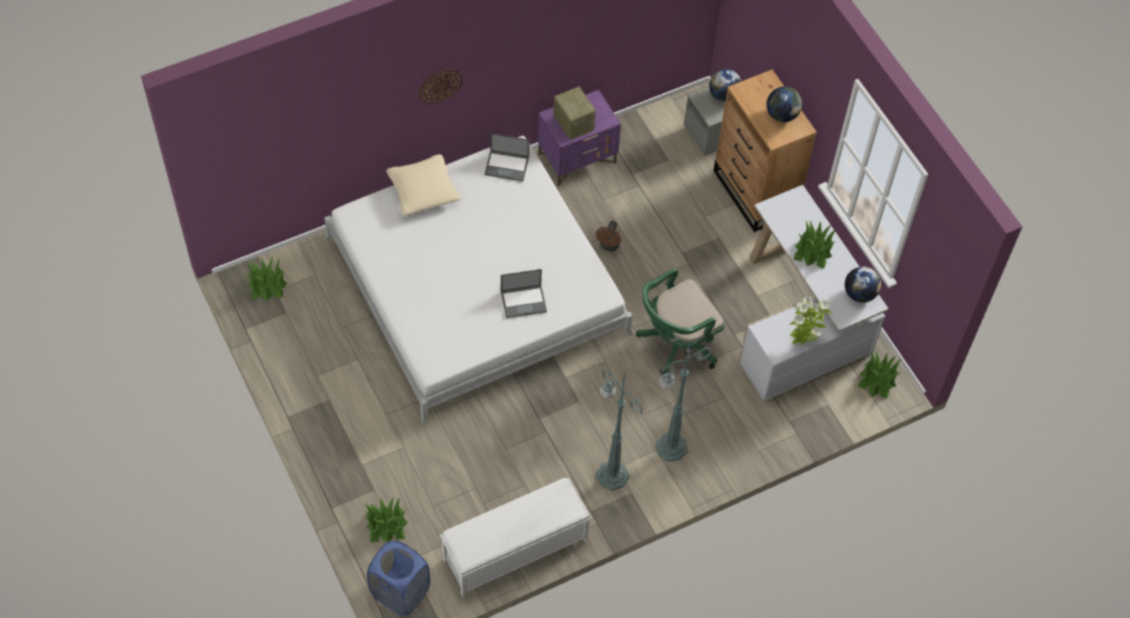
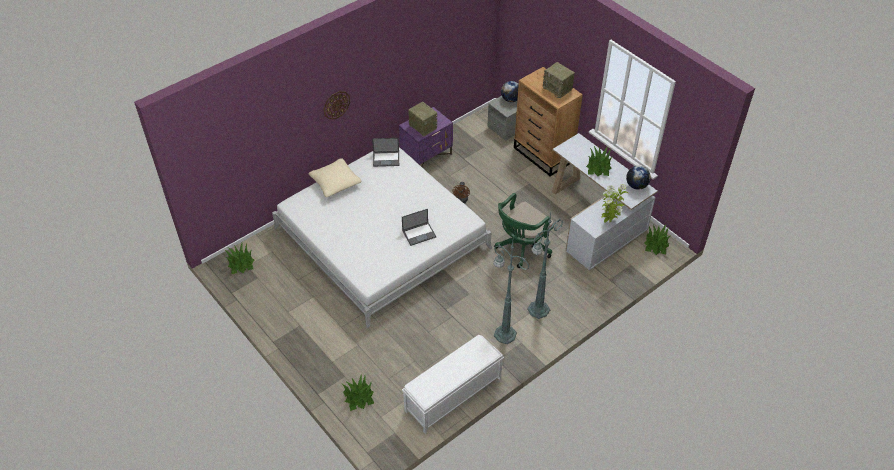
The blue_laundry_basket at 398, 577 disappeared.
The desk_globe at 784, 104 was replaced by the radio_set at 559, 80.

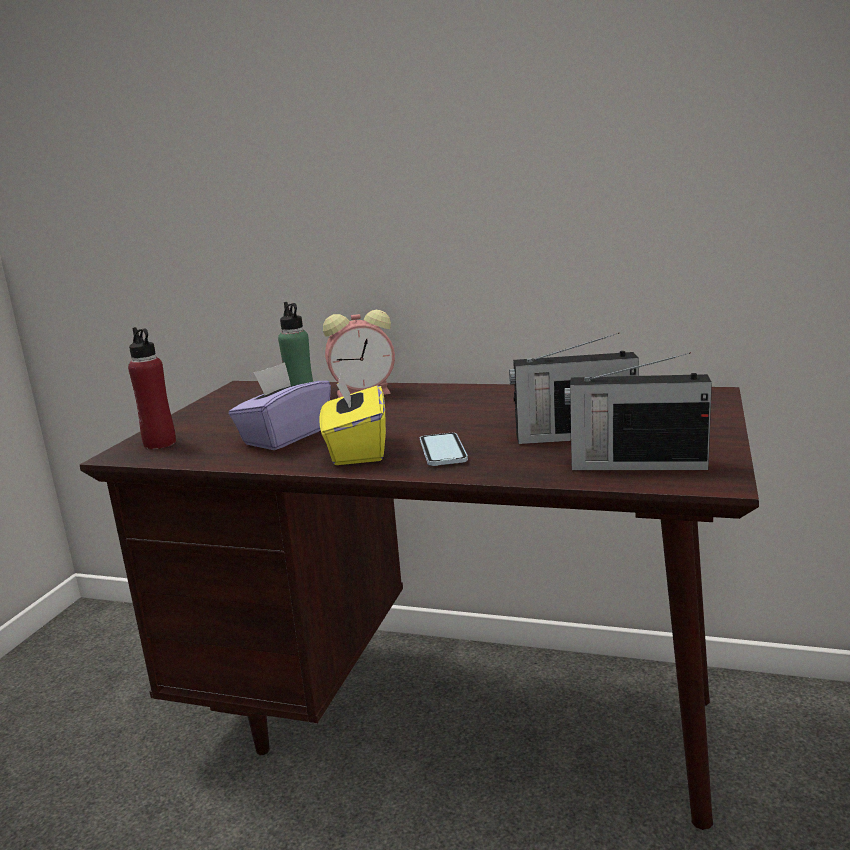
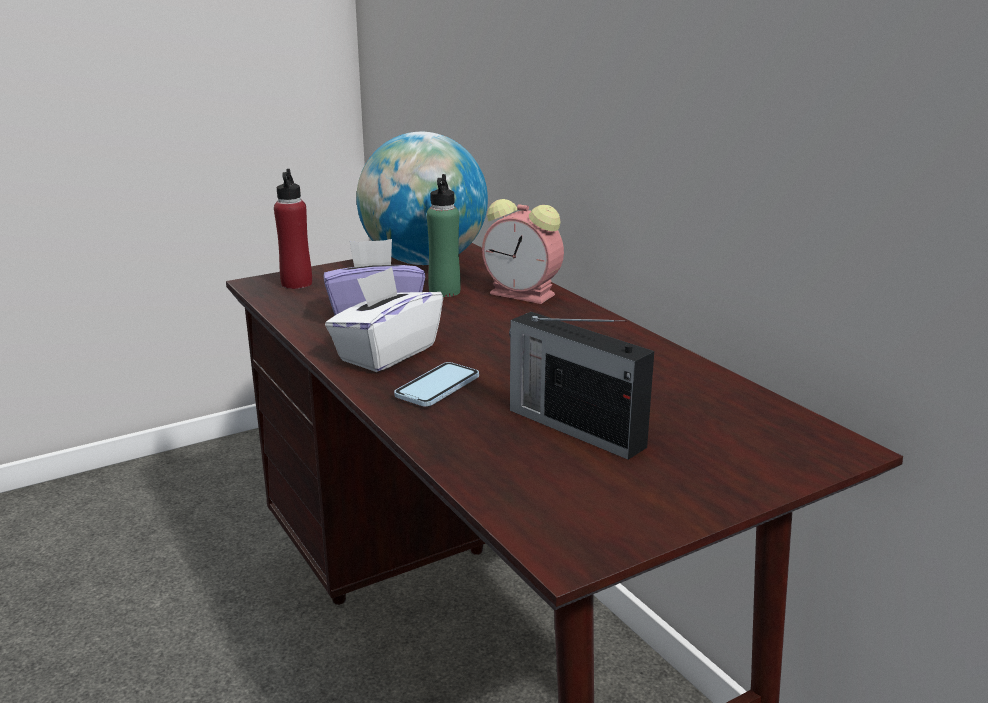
The radio_set at 638, 411 disappeared.
The desk_globe at 422, 198 appeared.
The yellow_tissue_holder at 352, 418 became the white_tissue_holder at 384, 319.

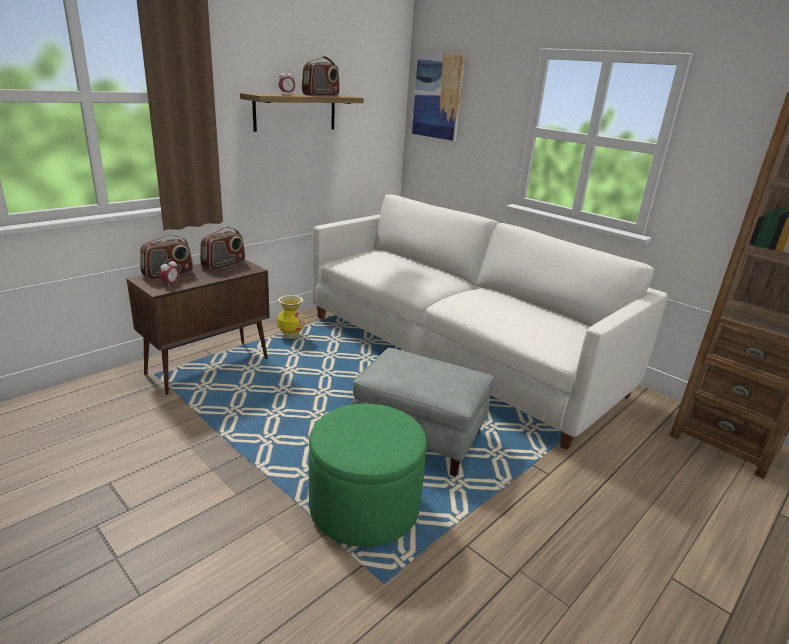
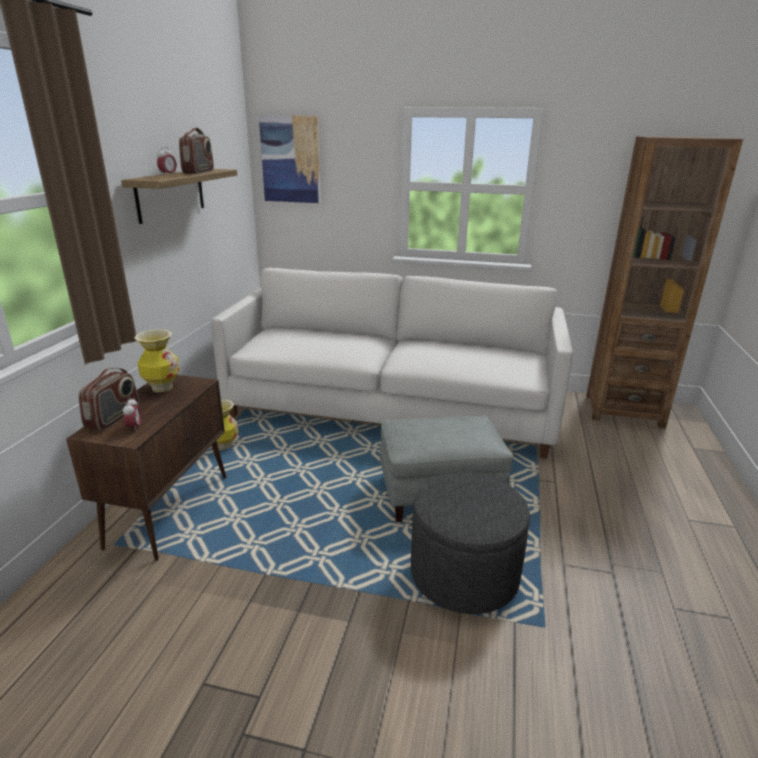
The radio_set at 222, 249 was replaced by the vase at 157, 361.
The green_ottoman at 368, 475 became the greyish_ottoman at 470, 543.

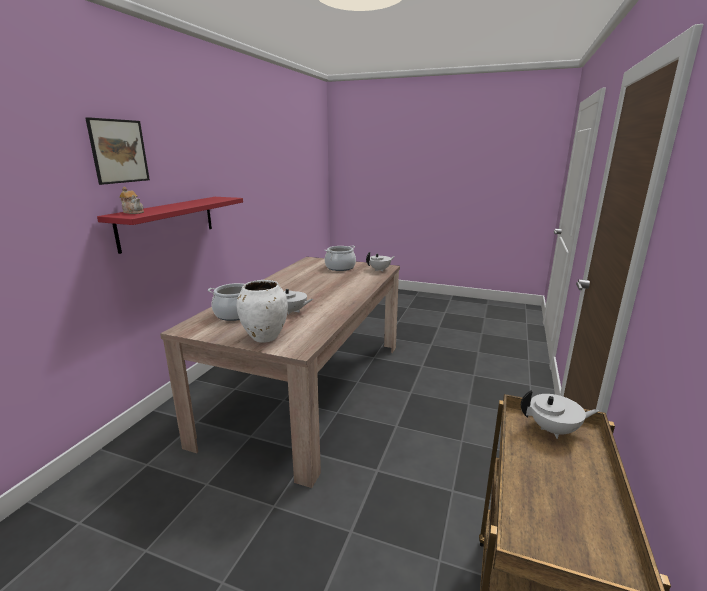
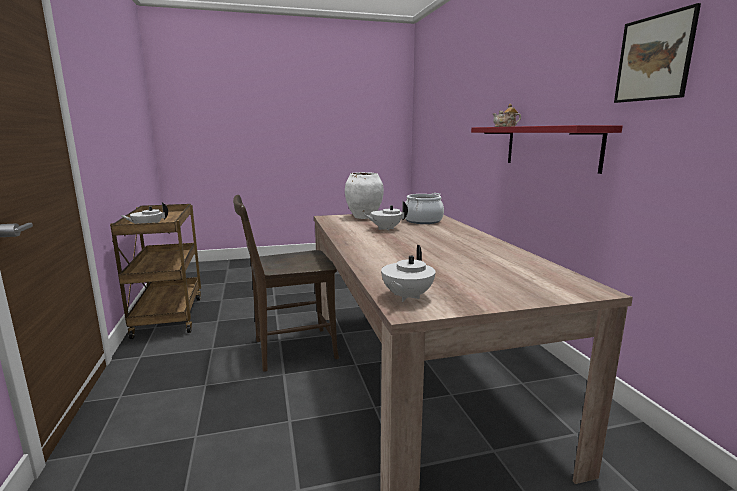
The stockpot at 340, 258 disappeared.
The brown-coloured_plain_chair at 286, 283 appeared.
The picture moved from 117, 151 to 657, 53.

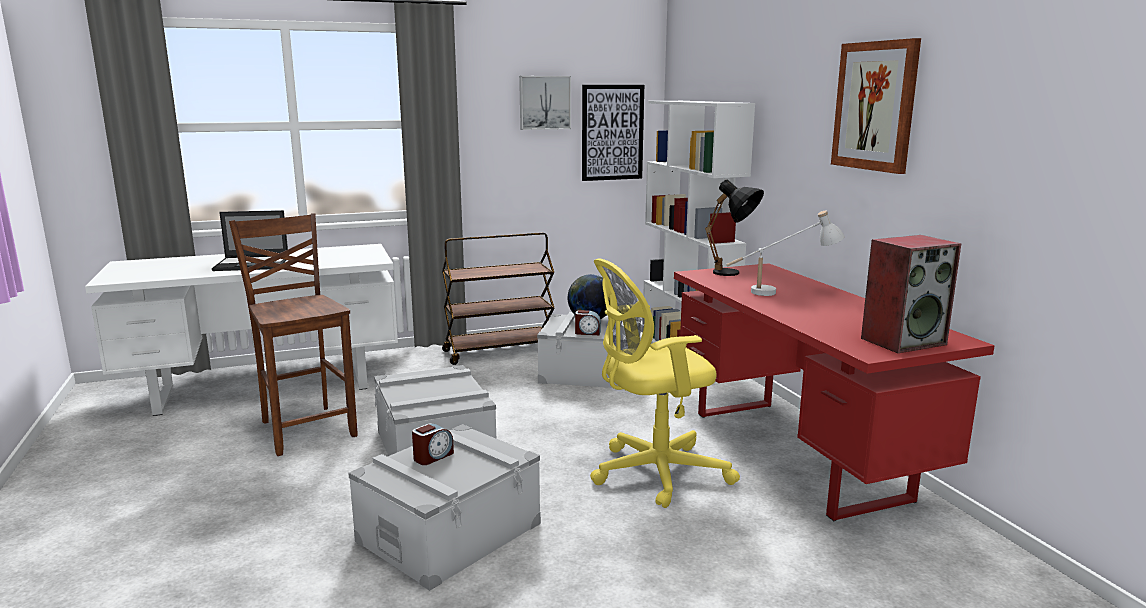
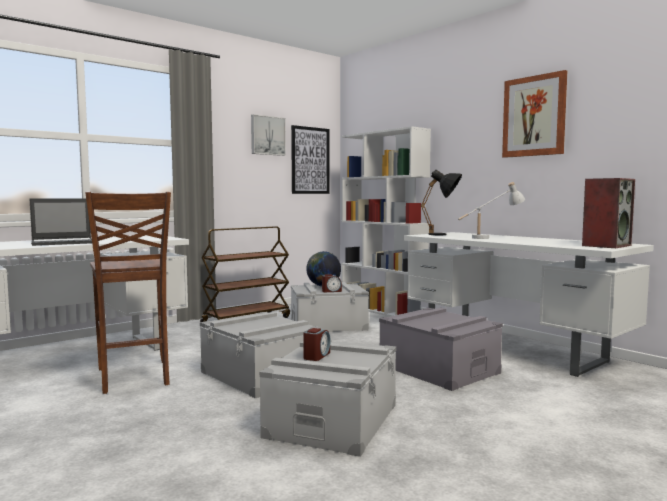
The yellow_computer_chair at 665, 383 was replaced by the greyish_storage_container at 441, 349.
The red-coloured_desk_table at 834, 392 became the white_desk_table at 529, 304.
The brown-coloured_plain_chair at 293, 334 turned 150 degrees counterclockwise.

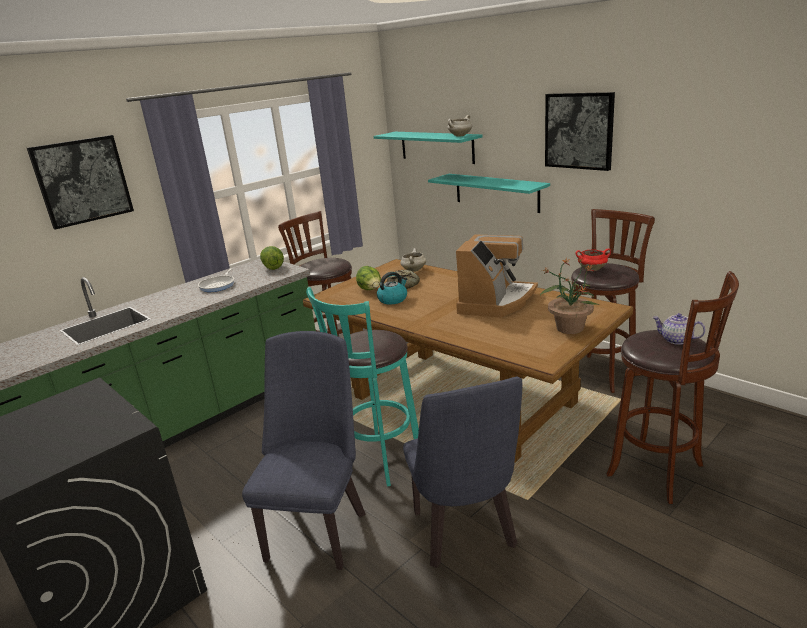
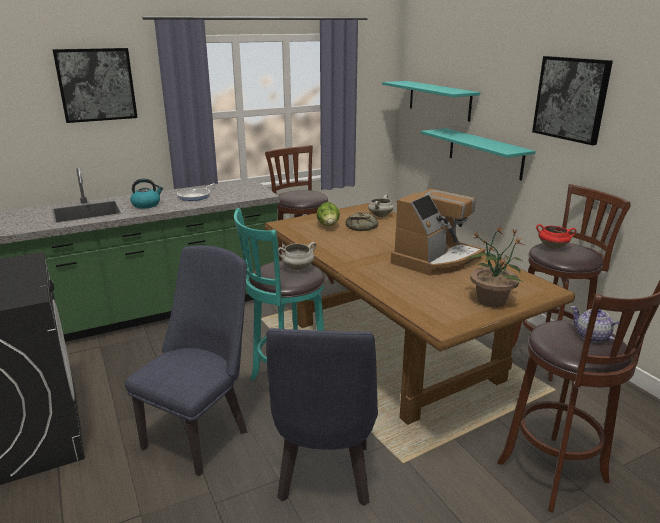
The lettuce_head at 272, 258 disappeared.
The tea_kettle moved from 392, 288 to 146, 193.
The white_stockpot moved from 460, 126 to 297, 256.

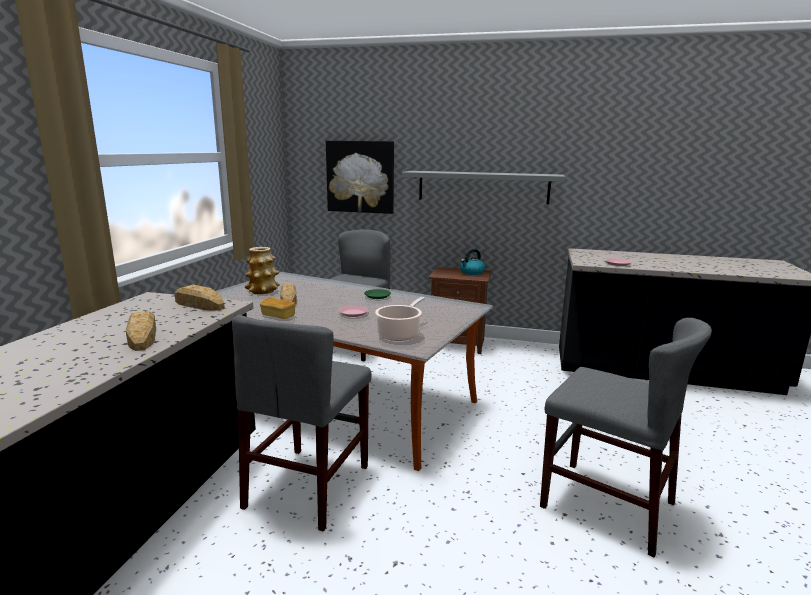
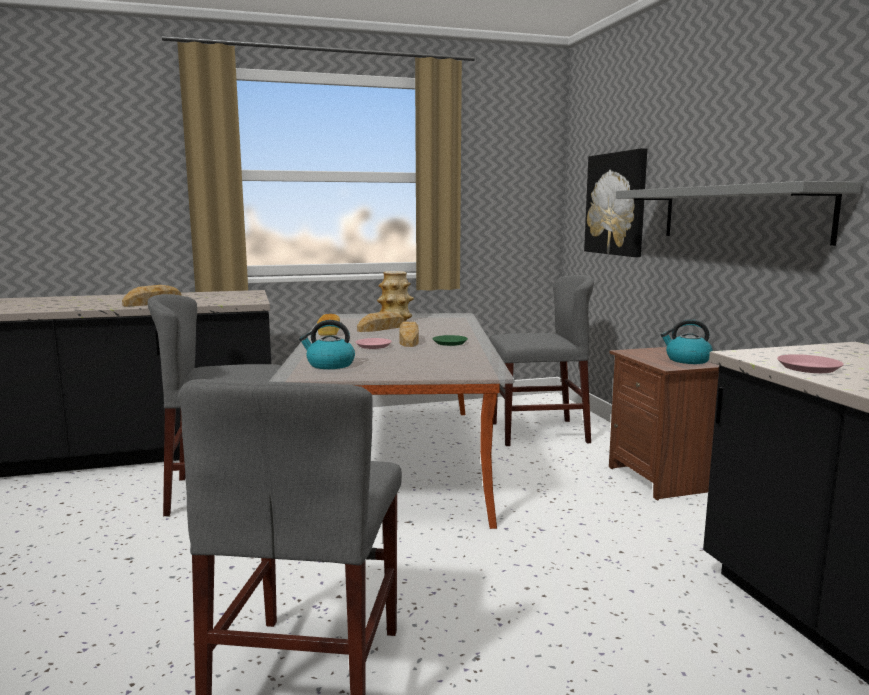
The baked_bread moved from 199, 297 to 409, 334.
The stockpot at 400, 319 was replaced by the tea_kettle at 327, 344.

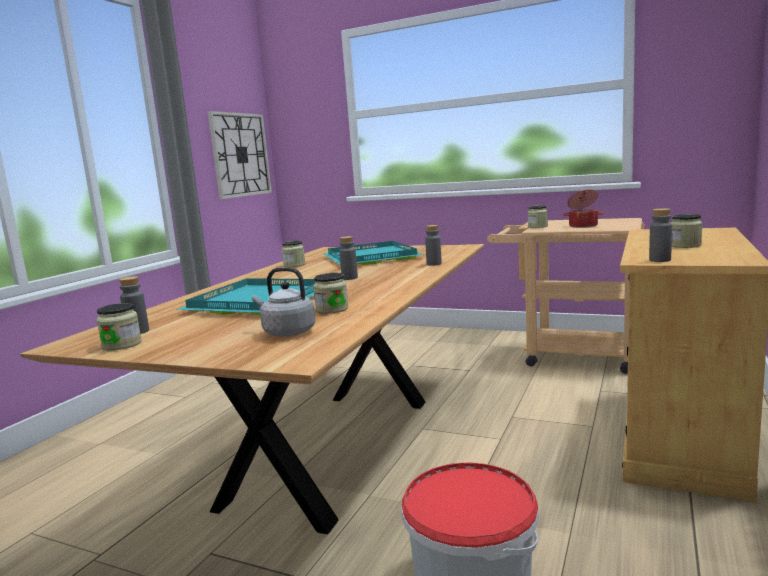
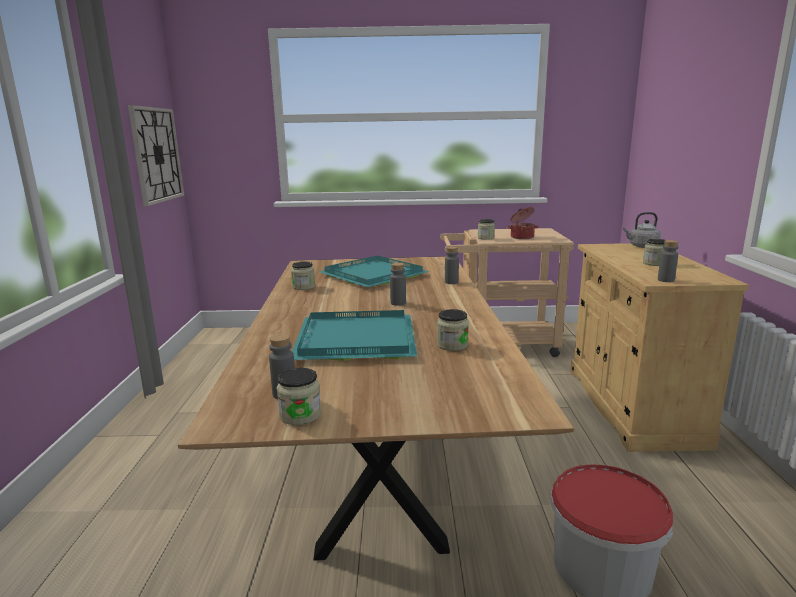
The greyish_tea_kettle moved from 283, 302 to 642, 230.

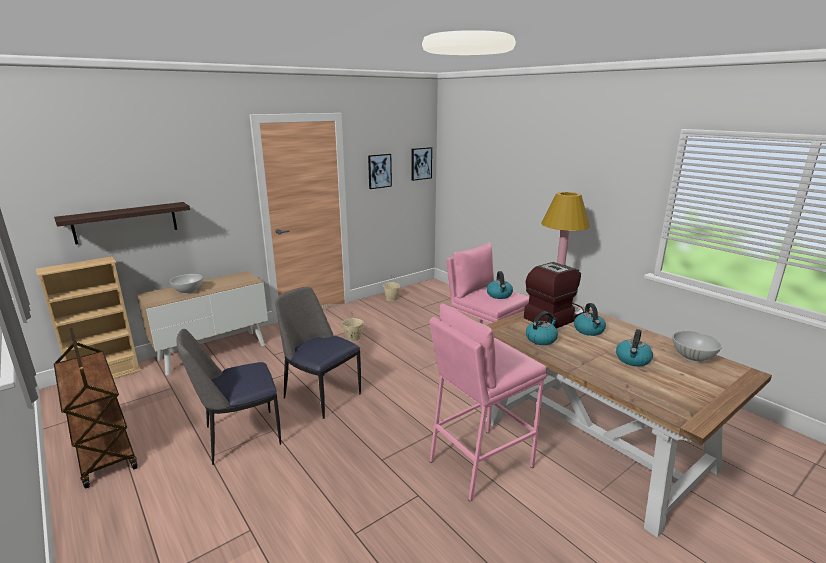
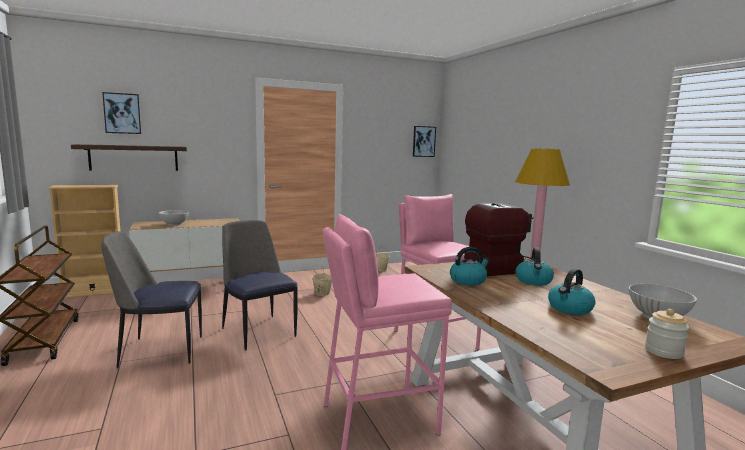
The tea_kettle at 500, 285 disappeared.
The preserve_jar at 667, 334 appeared.
The picture moved from 380, 171 to 121, 113.

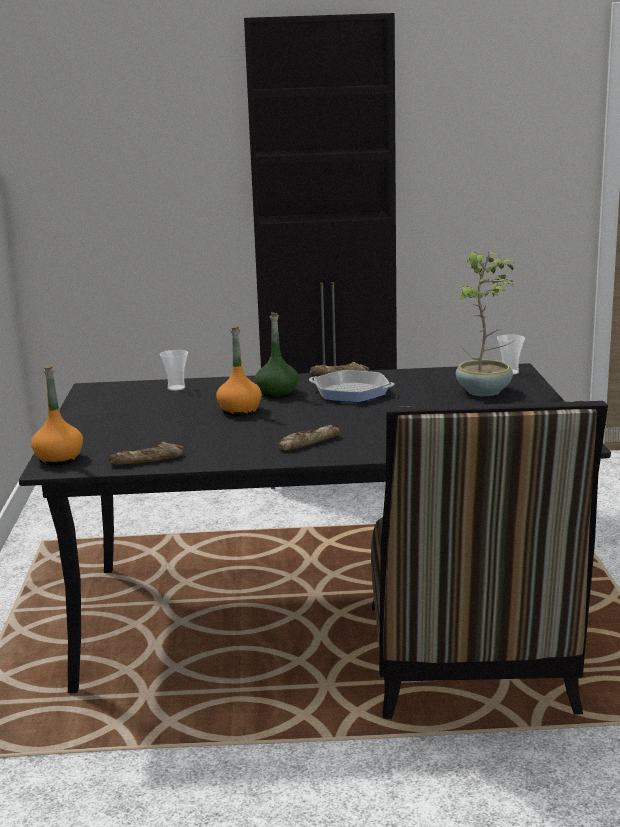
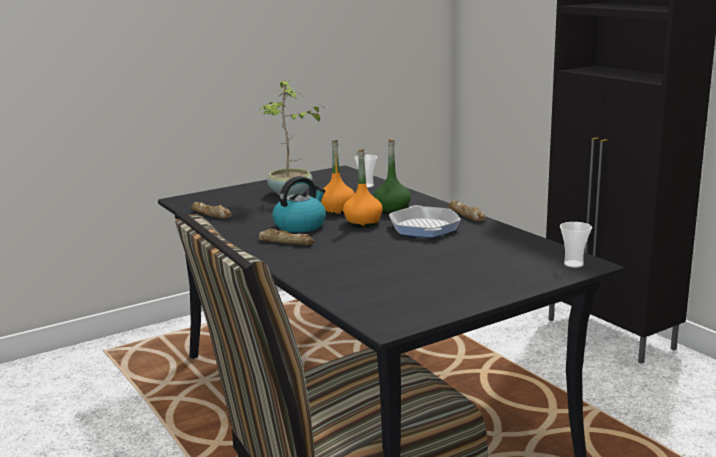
The tea_kettle at 299, 204 appeared.
The orangey_beverage_bottle moved from 57, 415 to 363, 187.
The houseplant moved from 486, 324 to 290, 138.

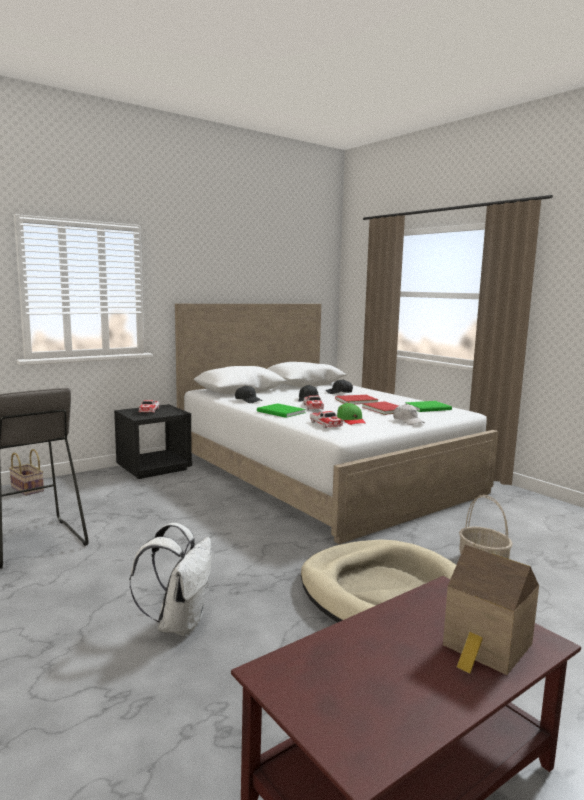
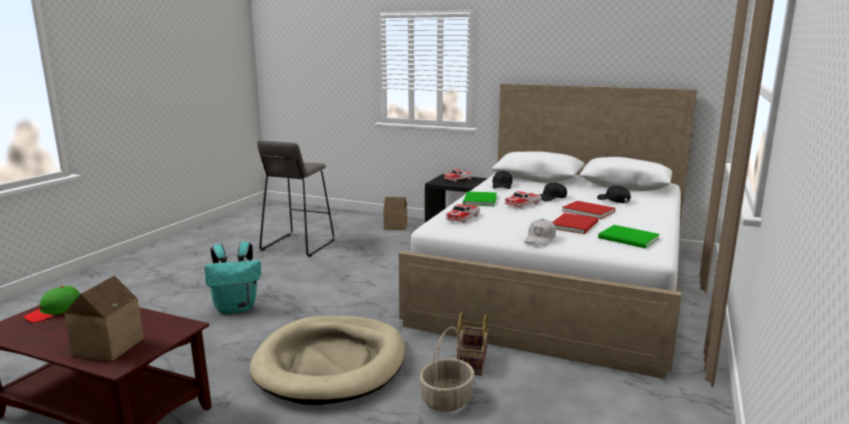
The toy_house at 395, 213 appeared.
The basket moved from 26, 472 to 472, 344.
The green_peaked_cap moved from 351, 413 to 52, 304.
The white_backpack at 171, 579 became the turquoise-coloured_backpack at 232, 278.

